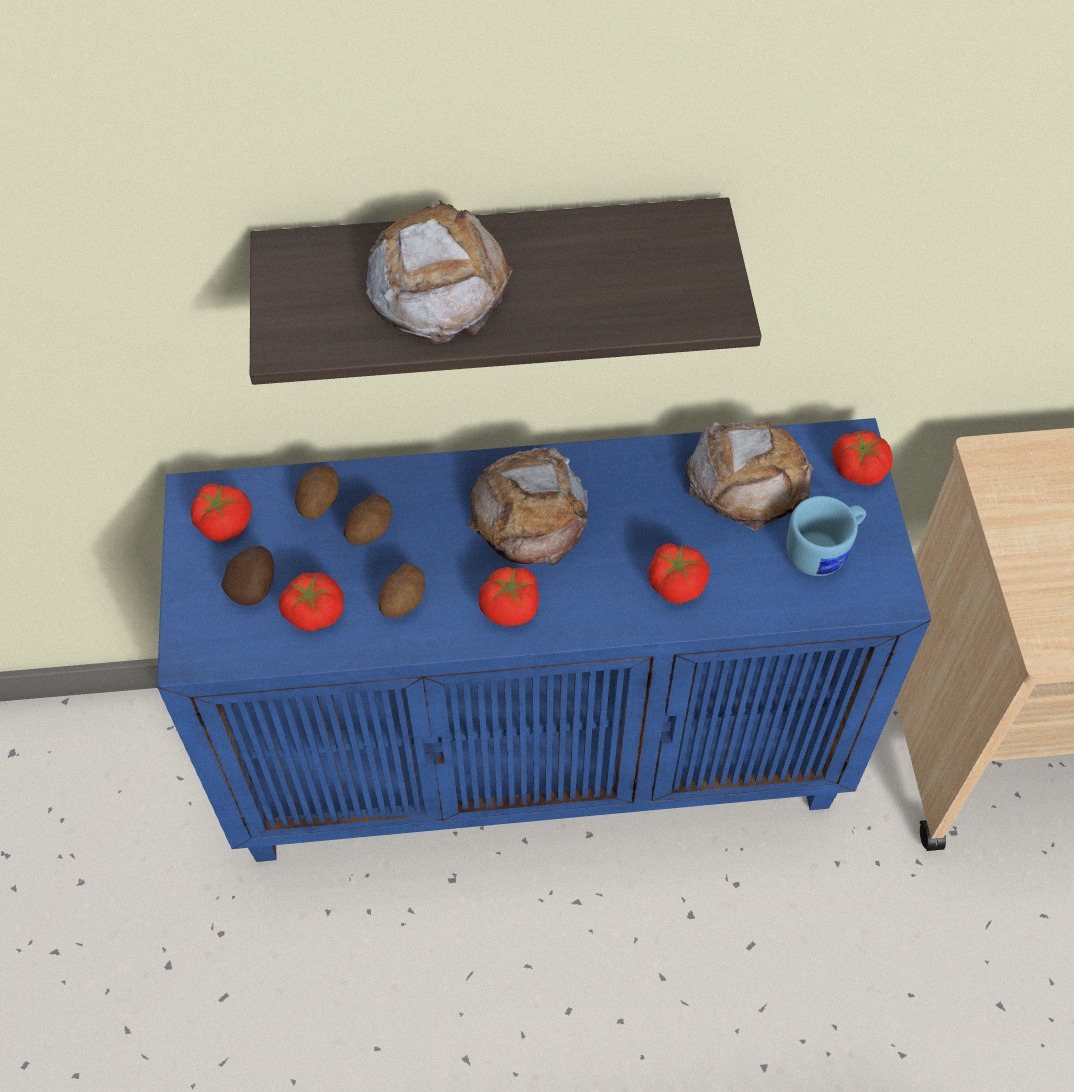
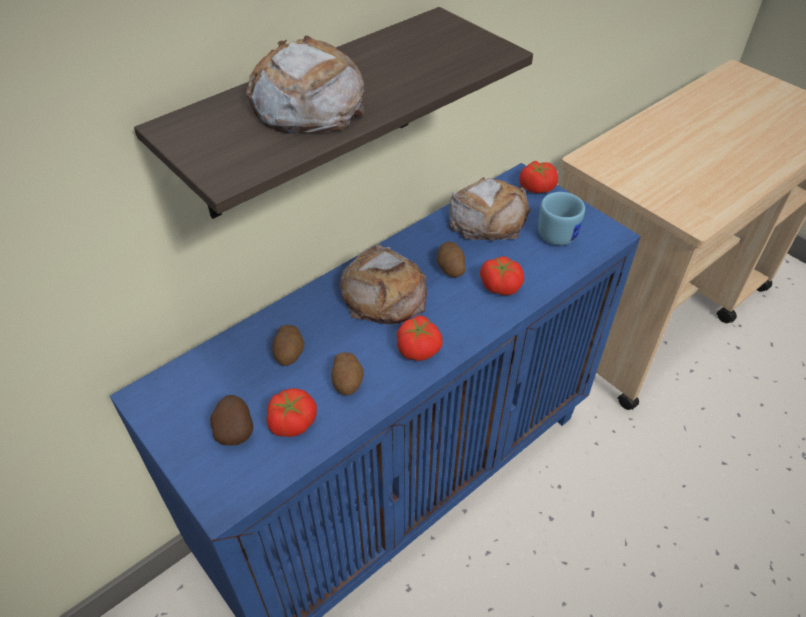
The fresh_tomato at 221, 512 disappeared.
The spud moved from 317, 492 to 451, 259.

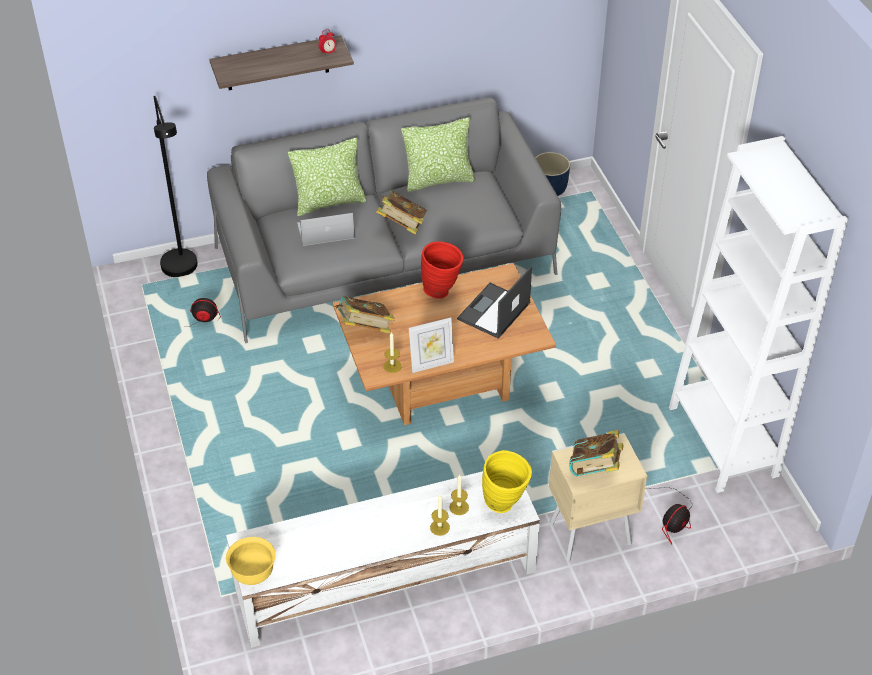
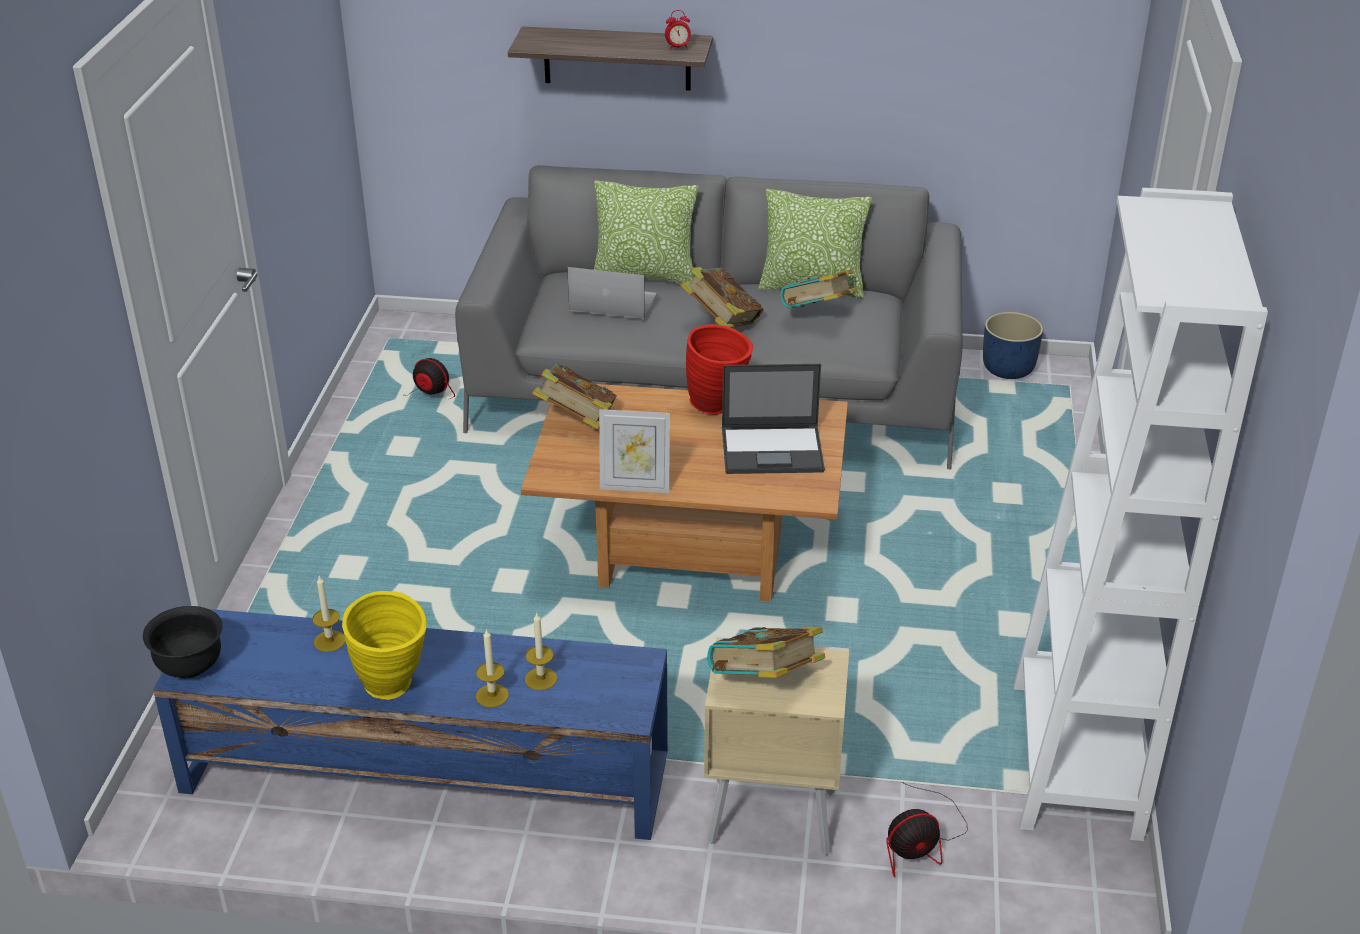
The black_floor_lamp at 176, 186 disappeared.
The volume at 818, 288 appeared.
The wax_candle moved from 393, 352 to 329, 614.
The yellow_vase moved from 507, 481 to 384, 645.
The white_tv_unit at 383, 559 became the blue_tv_unit at 410, 724.
The yellow_deep_dish at 251, 561 became the black_deep_dish at 183, 642.
The portable_computer at 494, 302 turned 150 degrees counterclockwise.

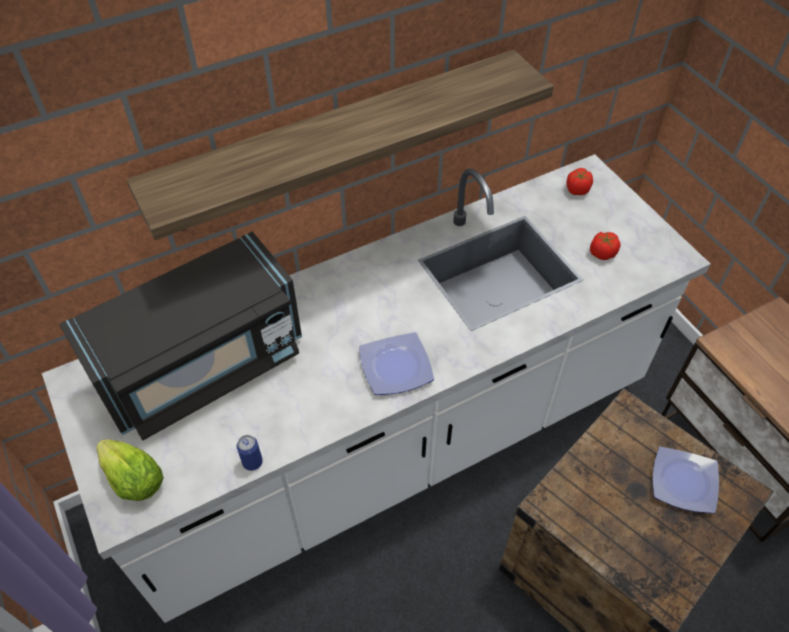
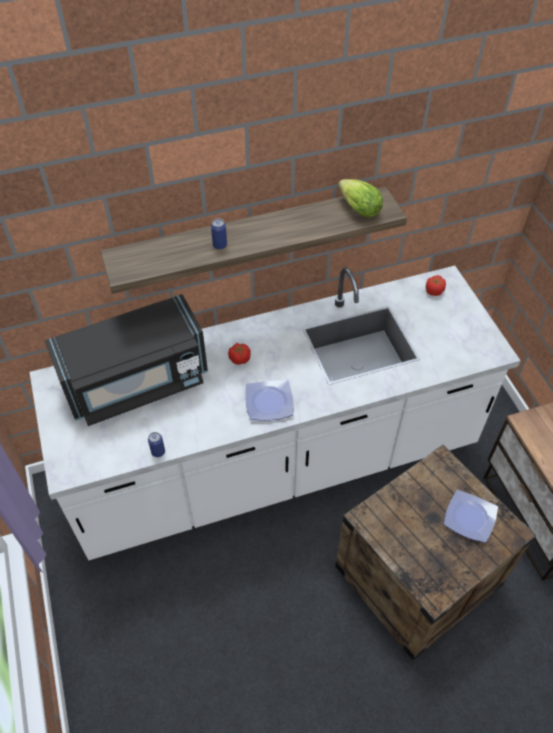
The metal_can at 219, 234 appeared.
The lettuce_head moved from 130, 470 to 360, 198.
The fresh_tomato moved from 605, 246 to 239, 354.

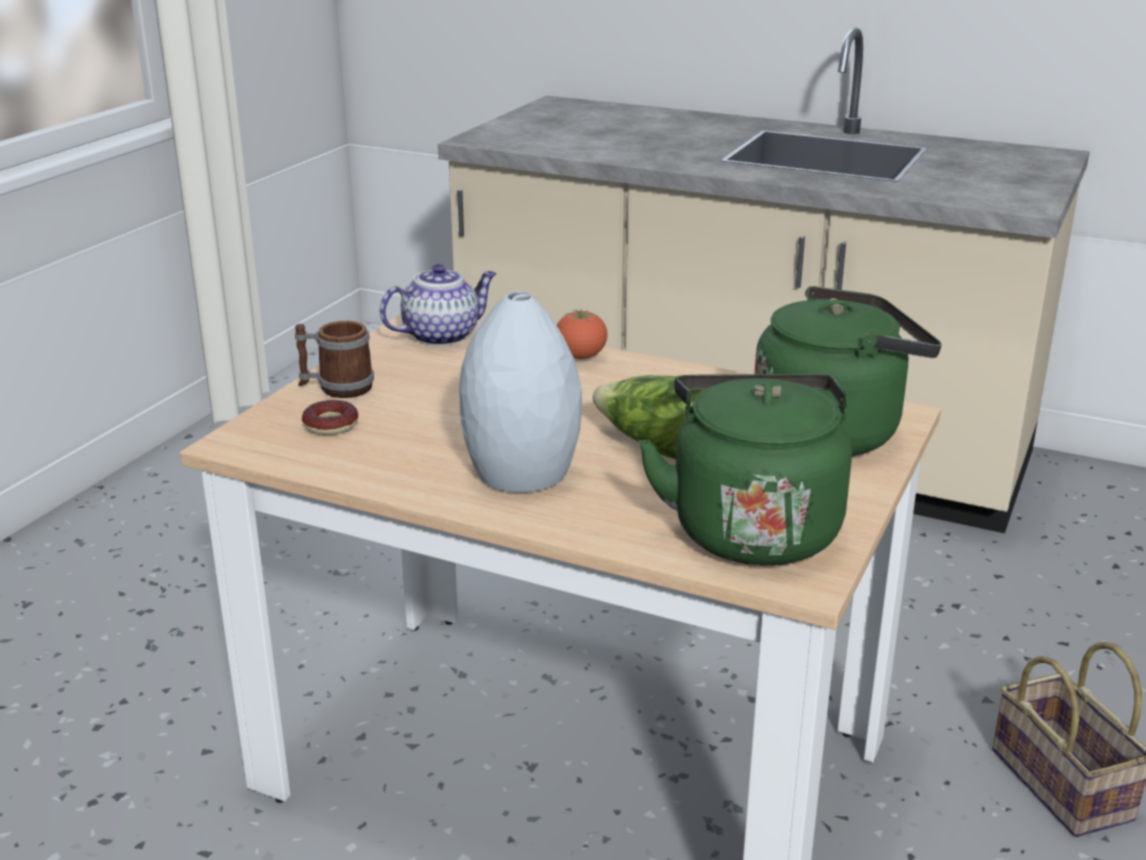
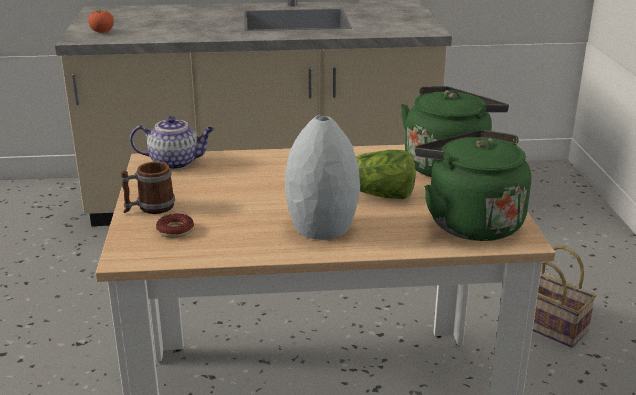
The fresh_tomato moved from 582, 334 to 101, 20.
The pot_for_tea at 438, 305 turned 60 degrees clockwise.

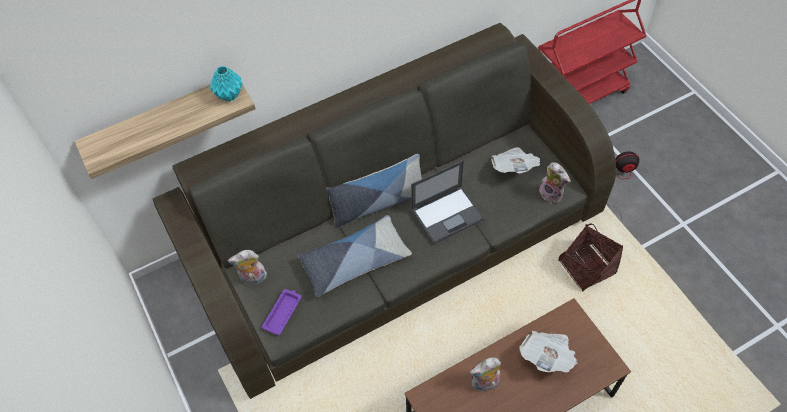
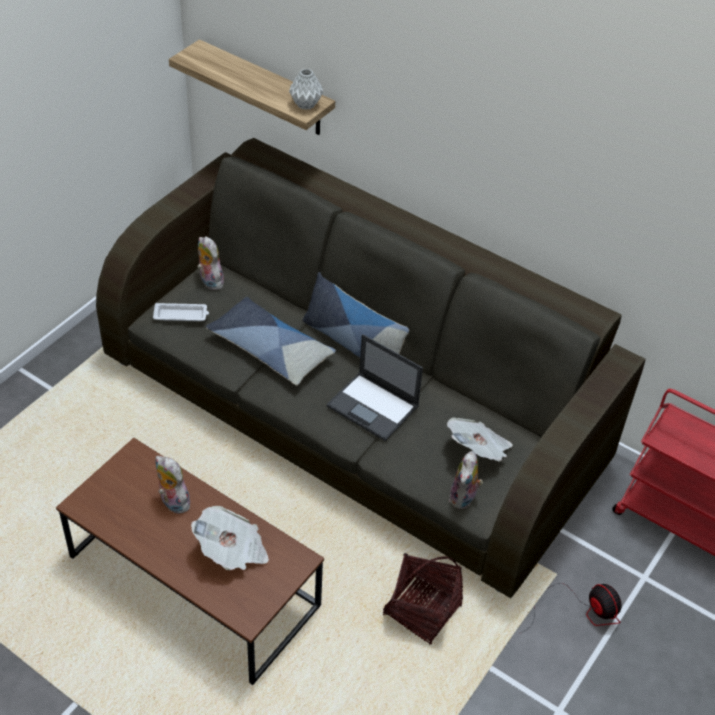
The turquoise-coloured_vase at 226, 83 became the greyish_vase at 306, 89.
The purplish_tray at 282, 312 became the white_tray at 181, 312.

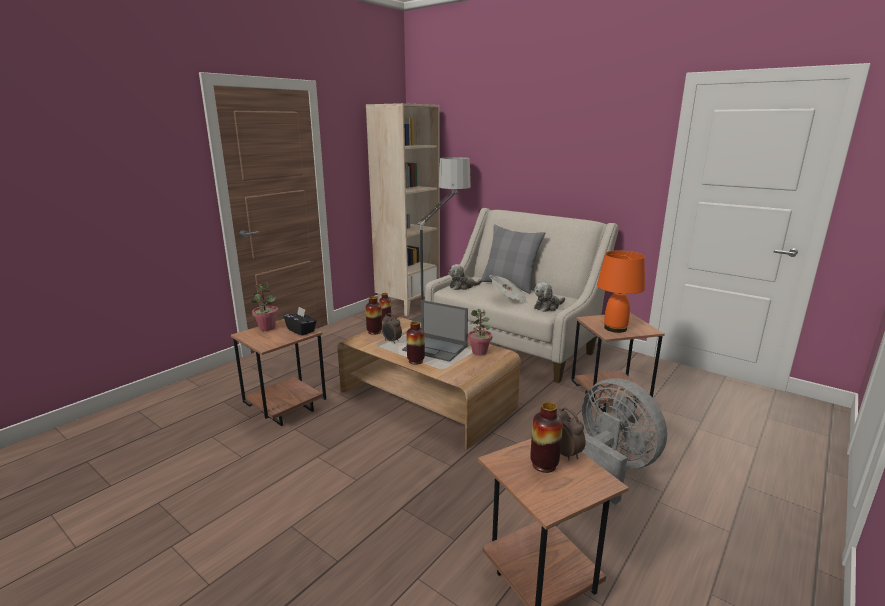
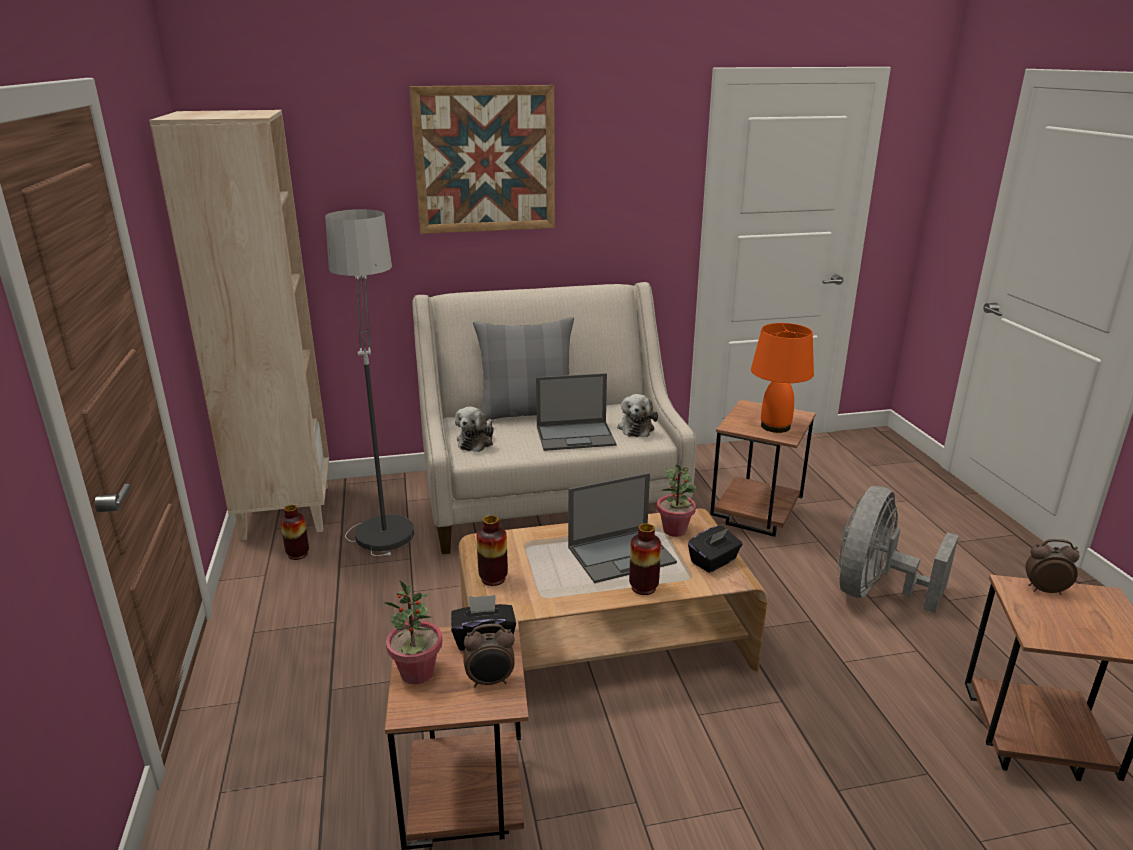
The vase at 546, 437 disappeared.
The picture at 482, 159 appeared.
The black_tissue_holder at 715, 549 appeared.
The table_clock moved from 392, 328 to 489, 656.
The newspaper at 509, 289 was replaced by the portable_computer at 576, 412.
The greyish_electric_fan at 624, 441 turned 60 degrees counterclockwise.

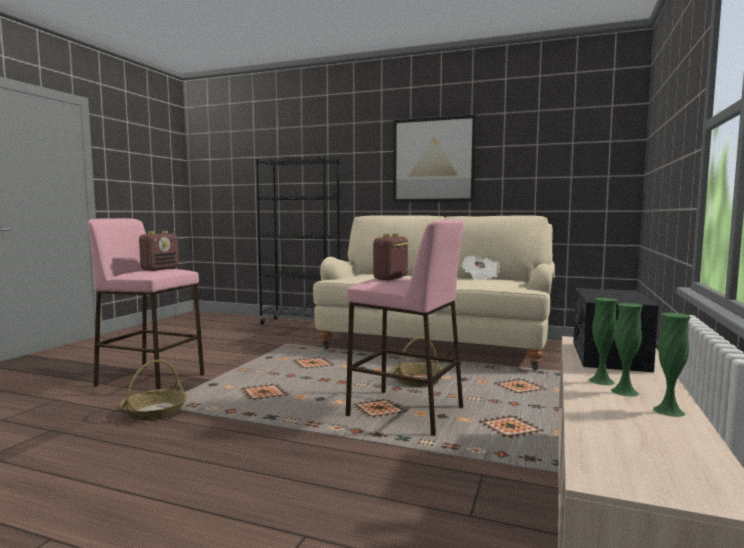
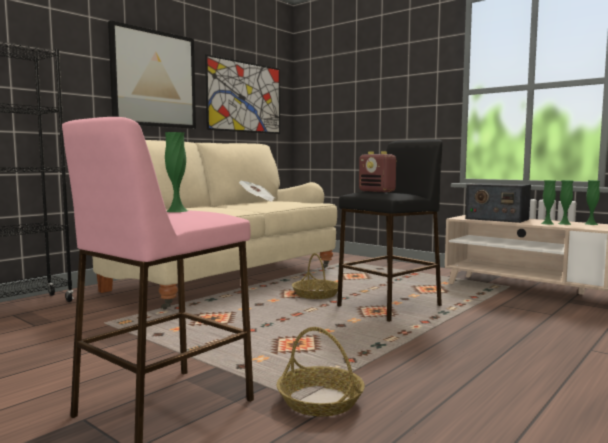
The picture at 242, 94 appeared.
The radio_set at 159, 251 was replaced by the green_vase at 176, 172.
The pinkish_sitting_stool at 405, 327 became the black_sitting_stool at 390, 230.

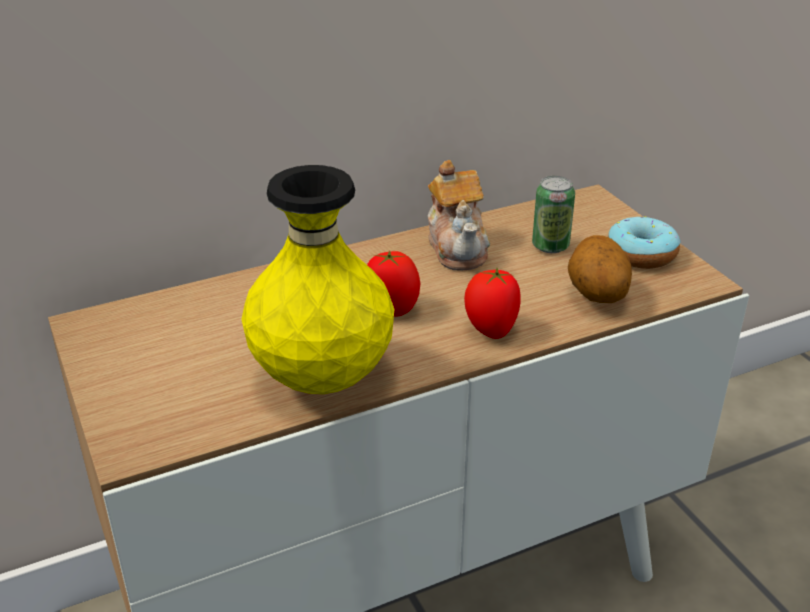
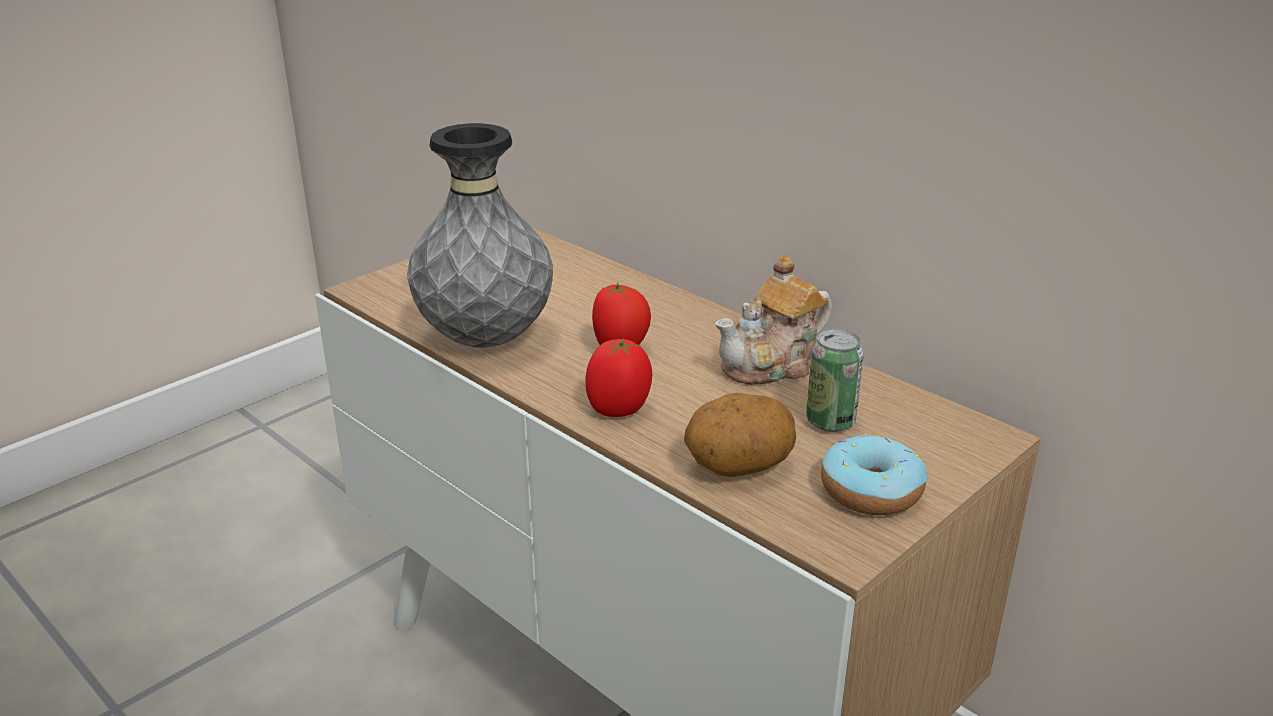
The yellow_vase at 317, 279 became the greyish_vase at 480, 235.

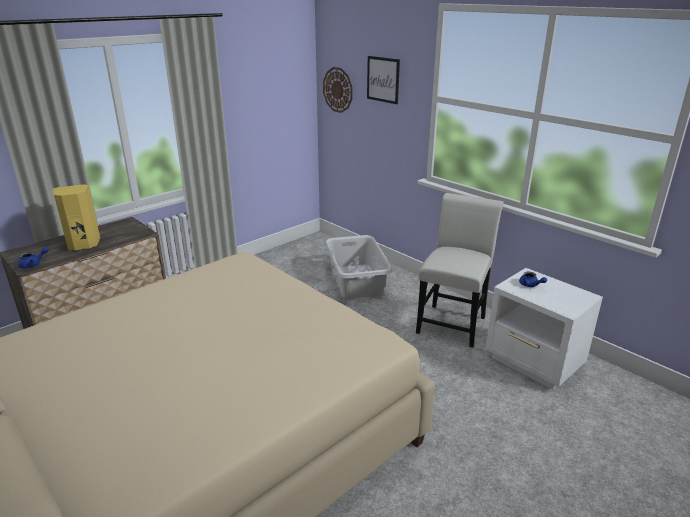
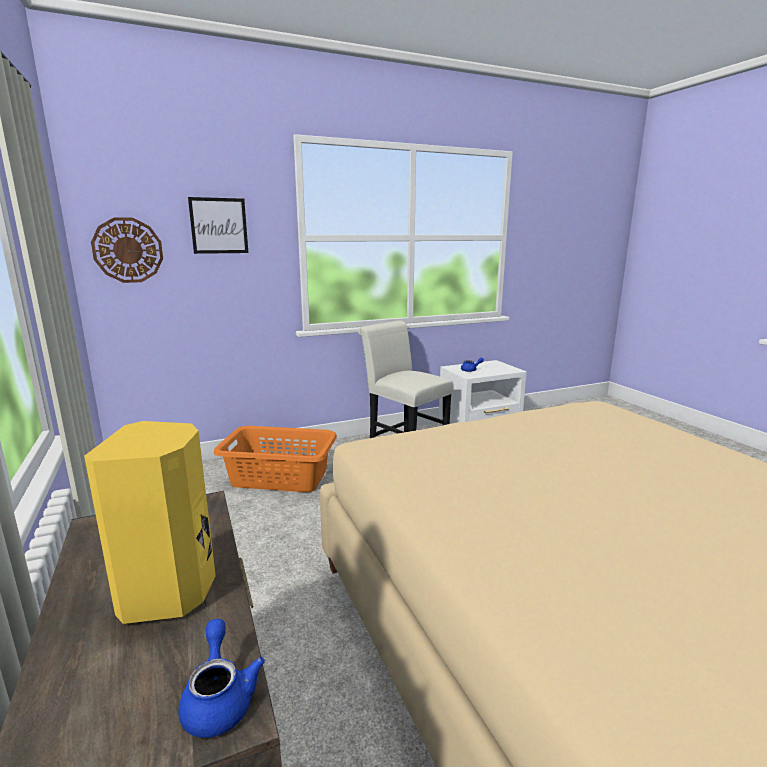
The greyish_laundry_basket at 358, 267 became the orangey_laundry_basket at 275, 459.

